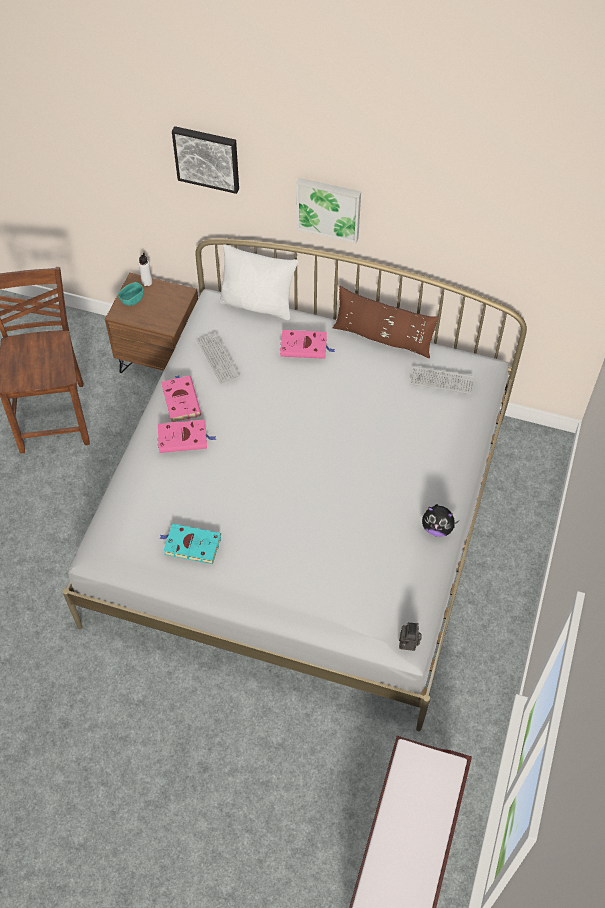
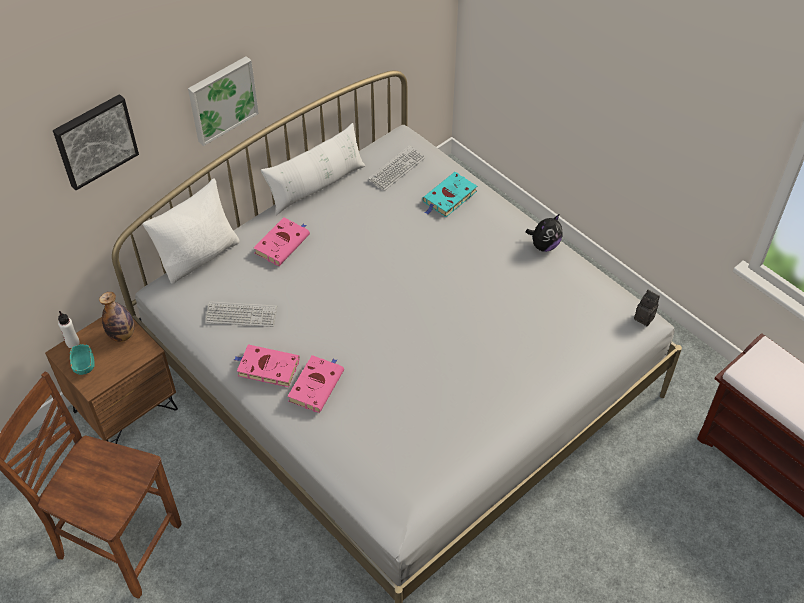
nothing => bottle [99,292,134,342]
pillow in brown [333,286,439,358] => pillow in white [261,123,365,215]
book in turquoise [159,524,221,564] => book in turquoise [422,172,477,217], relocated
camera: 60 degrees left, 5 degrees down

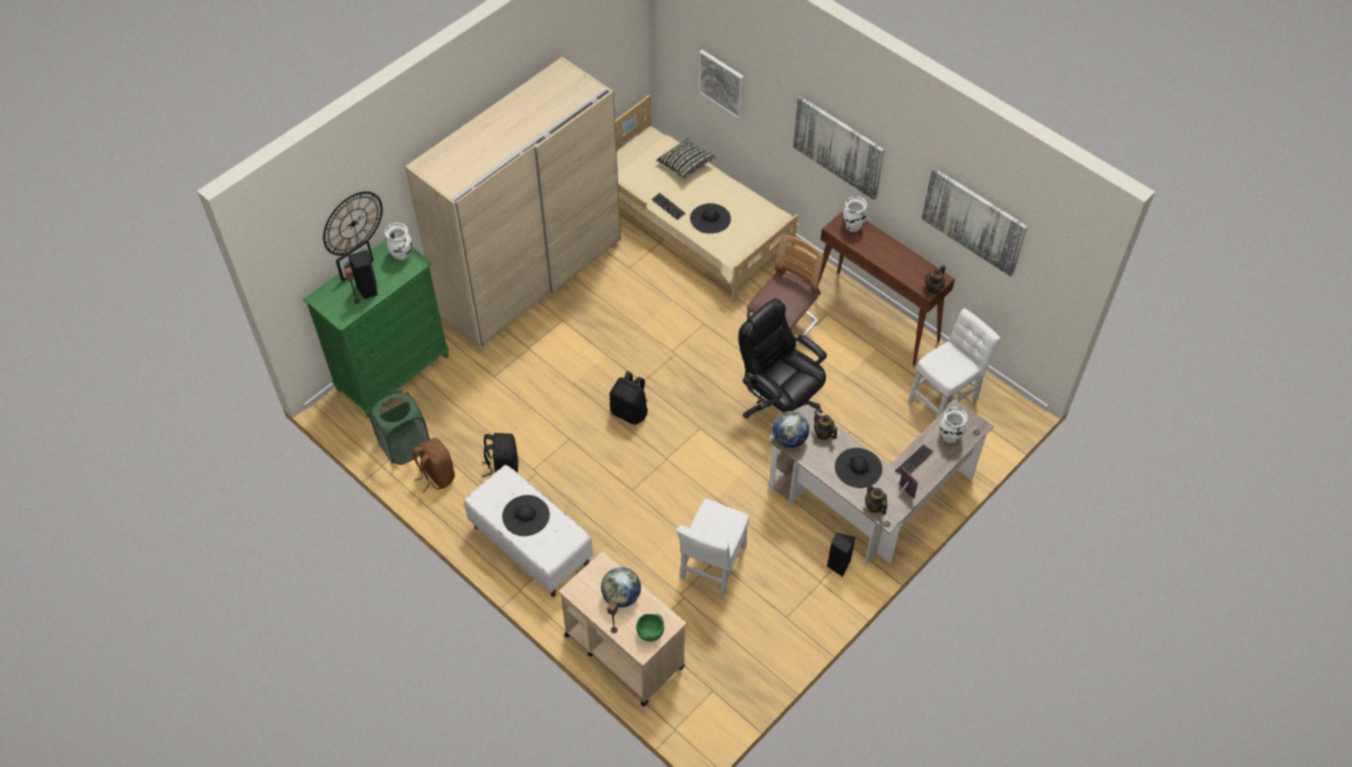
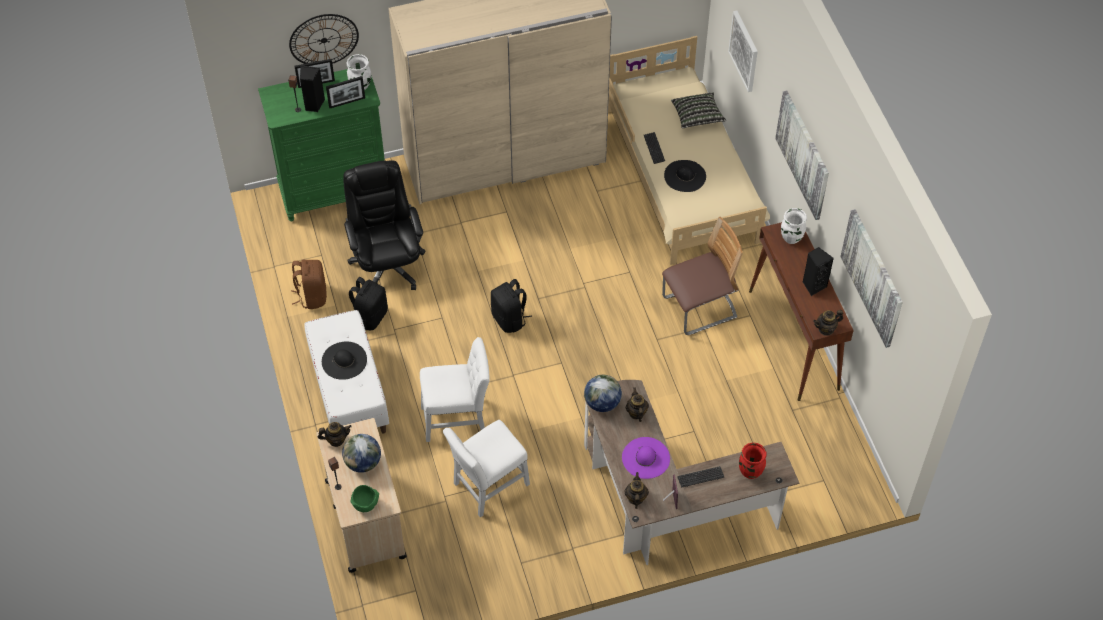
nothing => teapot [318,422,352,447]
nothing => picture frame [326,76,365,108]
office chair in black [739,298,827,418] => office chair in black [343,160,426,290], relocated
chair in white [908,308,1001,418] => chair in white [420,337,490,442], relocated
hat in black [835,448,882,488] => hat in purple [622,437,670,479]
vase in white [940,407,968,443] => vase in red [739,442,767,479]
speaker in black [827,533,855,577] => speaker in black [803,247,834,296], relocated
laundry basket in green [369,391,430,465] => nothing
camera: 30 degrees right, 0 degrees up

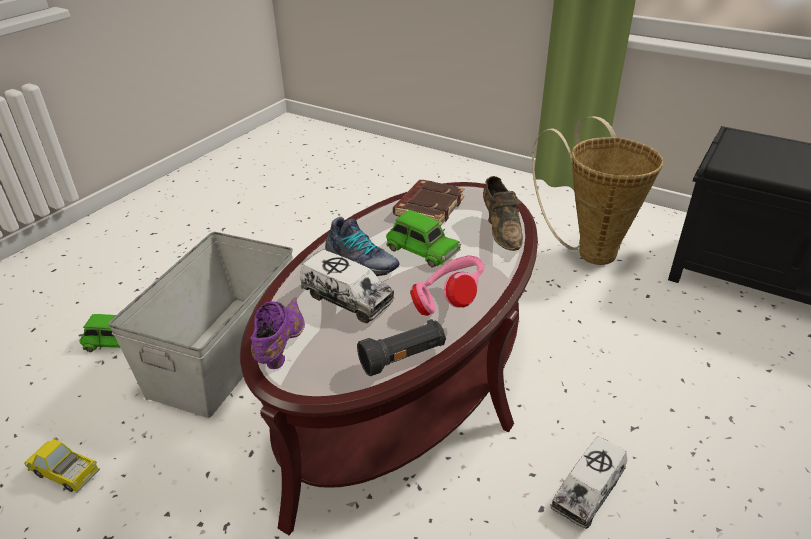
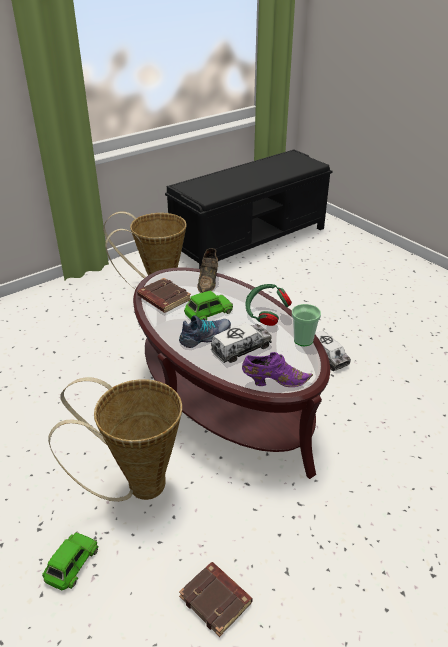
storage box in grey [108,232,293,418] => basket [48,377,182,502]
toy truck [24,437,100,493] => book in brown [179,562,253,637]
shoe in brown [483,176,523,251] => shoe in brown [197,248,218,293], 90 degrees clockwise
shoe in purple [250,297,305,369] => shoe in purple [242,352,313,387], 150 degrees clockwise
headphones in pink [410,255,485,316] => headphones in green [245,284,292,326]
flashlight in black [357,319,446,376] => cup [292,304,321,346]
camera: 70 degrees left, 0 degrees up

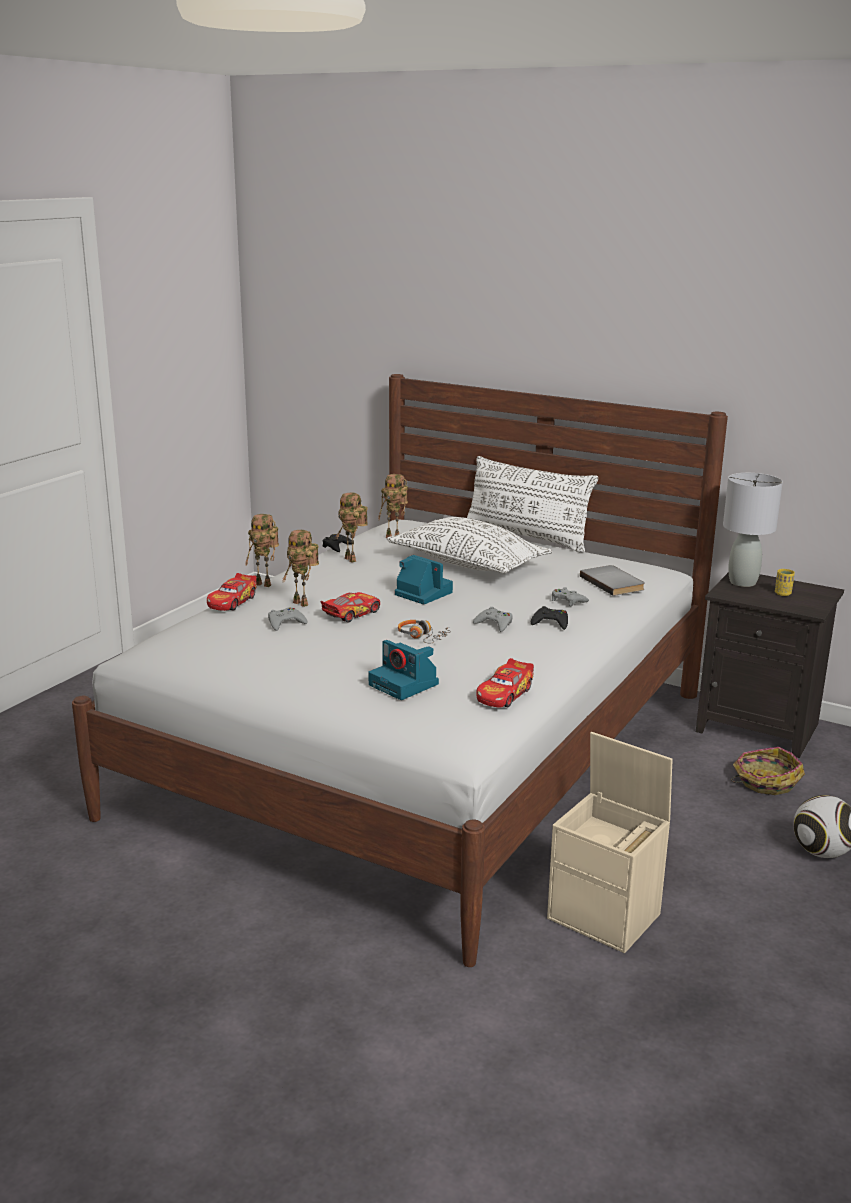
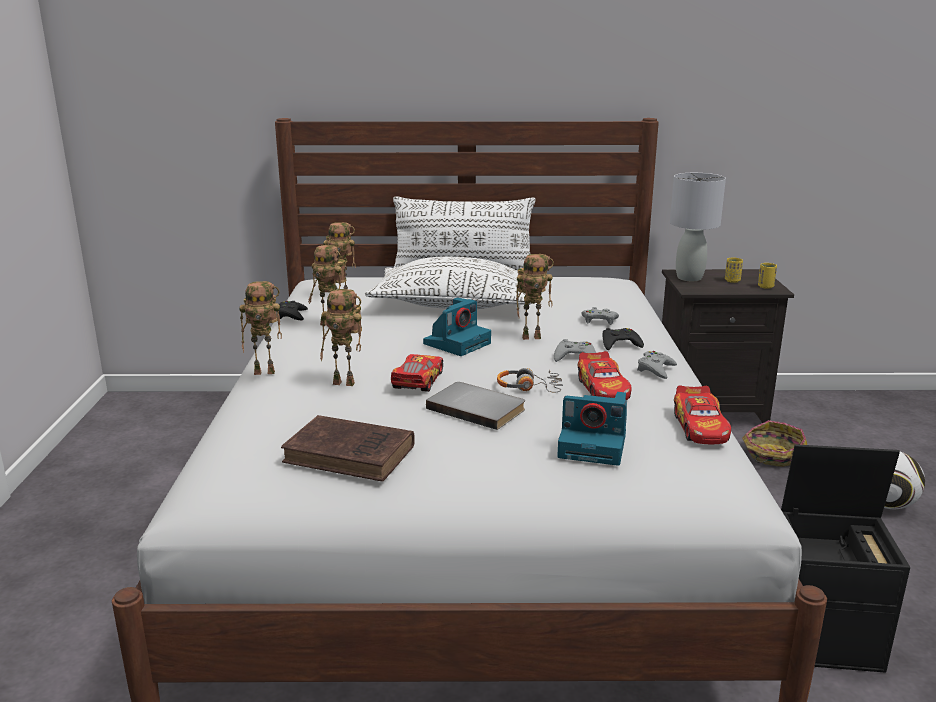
nothing => book in brown [281,415,415,482]
photo camera [395,555,453,604] => photo camera [423,298,491,356], 120 degrees clockwise
book in grey [580,565,645,596] => book in grey [426,382,525,430], relocated
nothing => toy robot [516,254,554,340]
toy car [207,573,257,611] => toy car [577,351,632,400], relocated
game controller in grey [268,607,307,631] => game controller in grey [637,351,677,379], relocated
nothing => cup in yellow [758,263,777,289]
storage box in beige [547,732,673,953] => storage box in black [781,444,910,673]
camera: 30 degrees left, 0 degrees up

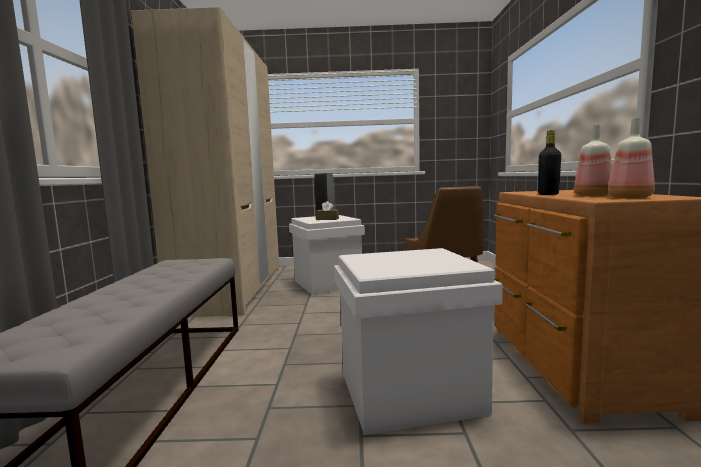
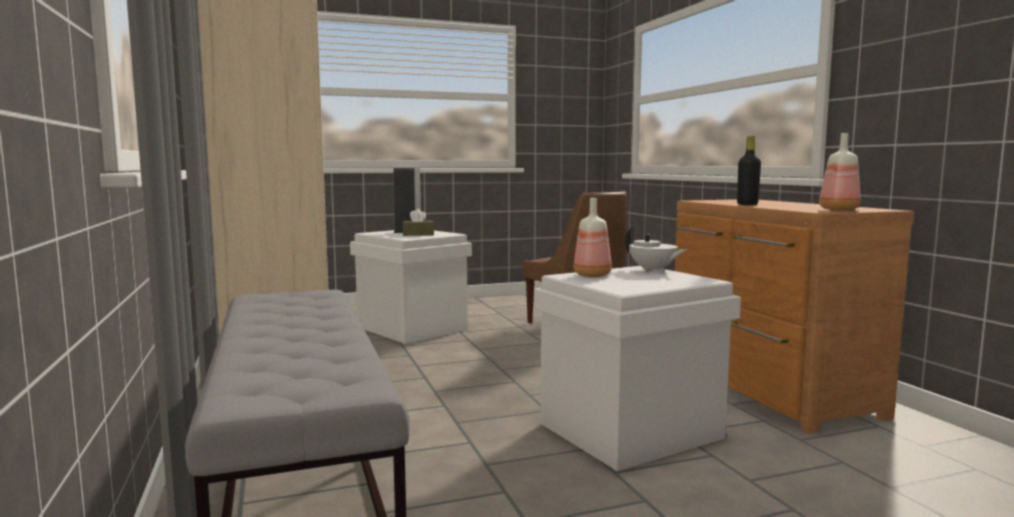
bottle [574,124,612,197] => bottle [574,198,612,277], relocated
nothing => teapot in white [625,227,687,272]
camera: 20 degrees left, 0 degrees up

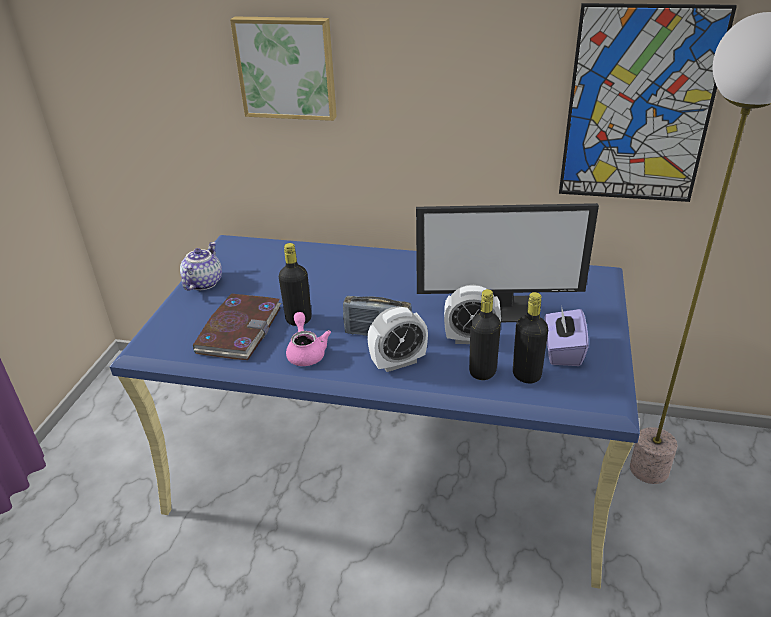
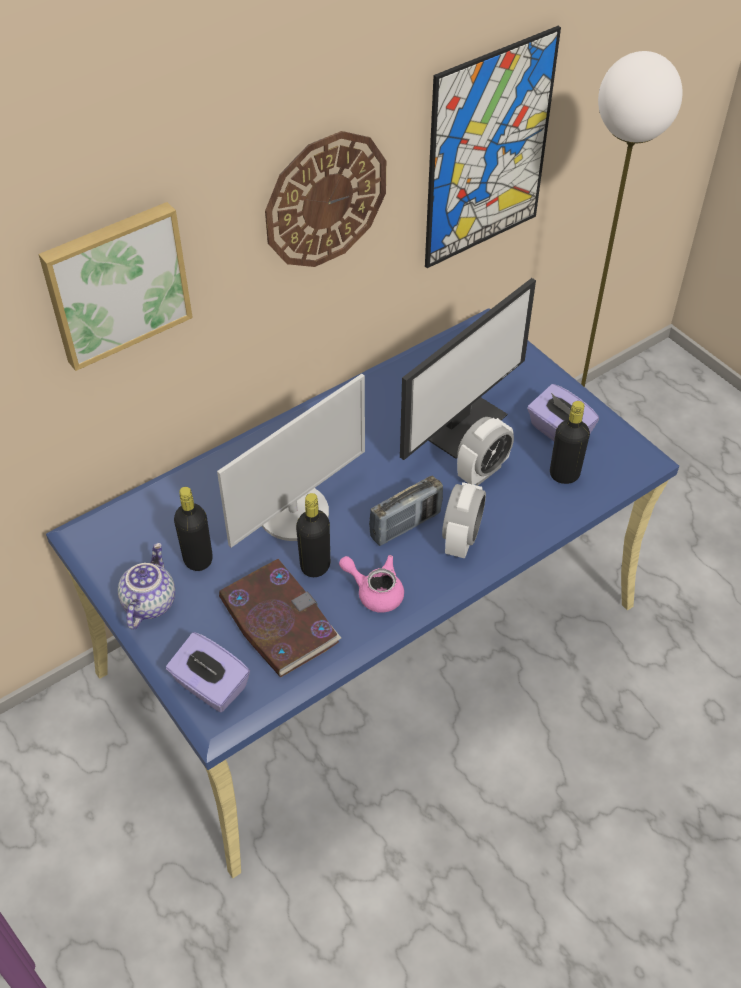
teapot [180,242,222,290] => teapot [118,543,175,629], 45 degrees clockwise
nothing => tissue box in purple [166,632,250,713]
bottle in black [469,289,501,380] => bottle in black [174,487,213,571], relocated
nothing => monitor [217,374,365,548]
nothing => wall clock [265,131,386,267]
camera: 50 degrees left, 15 degrees up

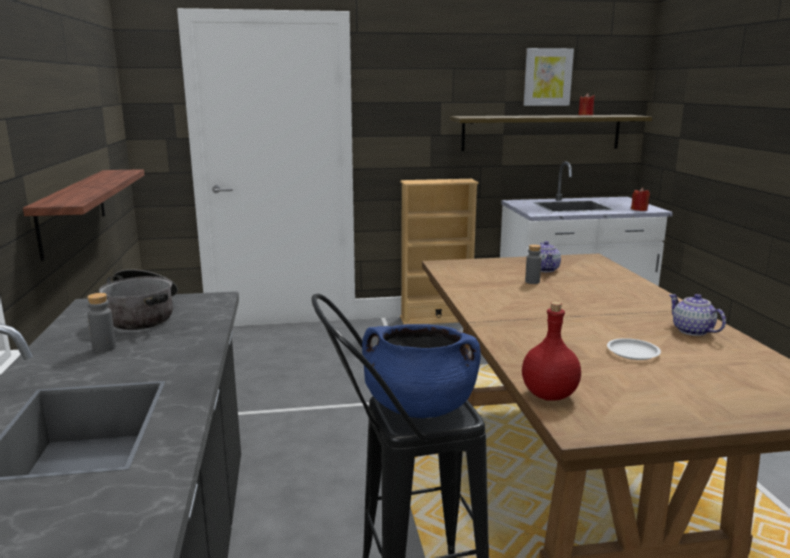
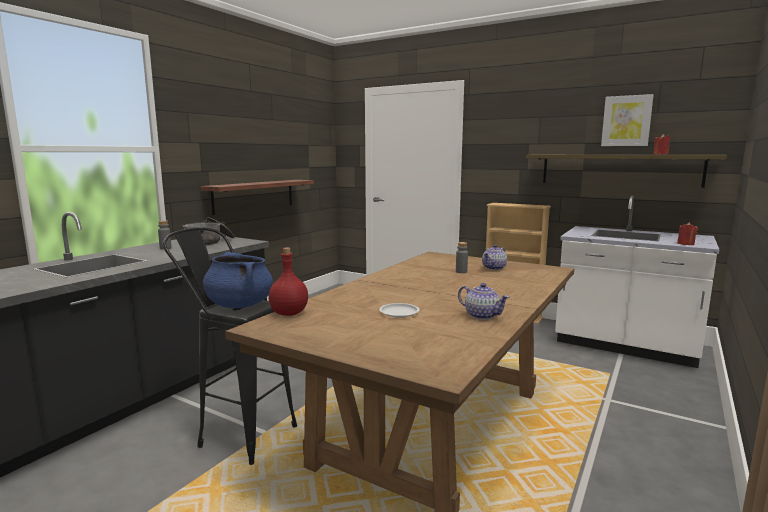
teapot [669,294,726,336] => teapot [458,283,510,320], 120 degrees clockwise
camera: 40 degrees right, 5 degrees down

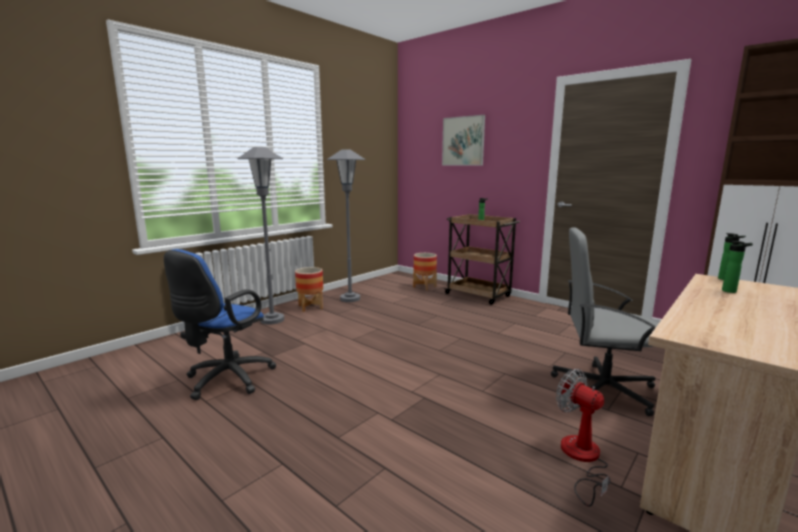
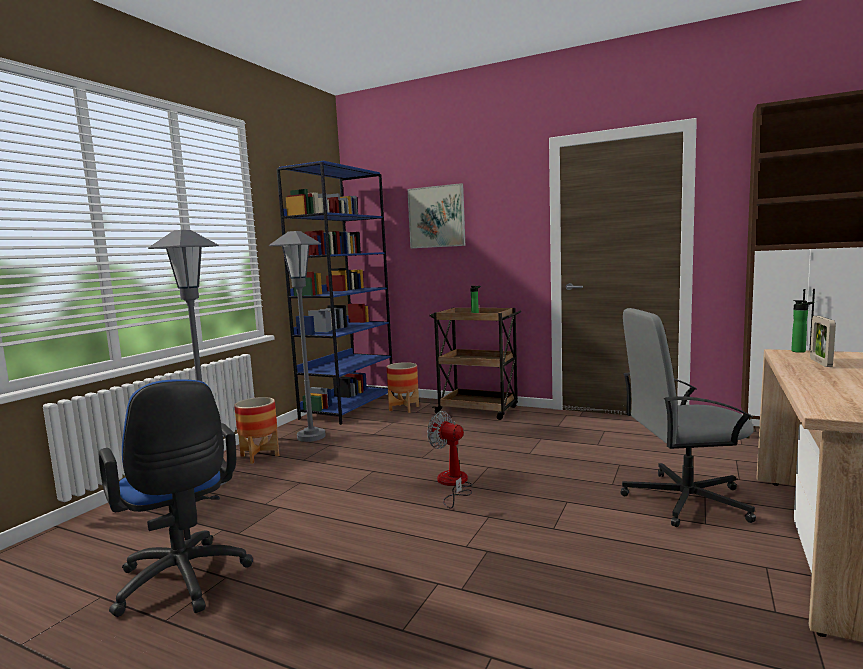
office chair in blue [164,249,277,400] => office chair in blue [99,379,253,617], 45 degrees counterclockwise
nothing => bookcase in blue [276,161,394,425]
fan [556,369,610,507] => fan [427,411,472,509], relocated
bottle [722,241,753,293] => picture frame [810,316,836,367]
camera: 15 degrees left, 5 degrees down

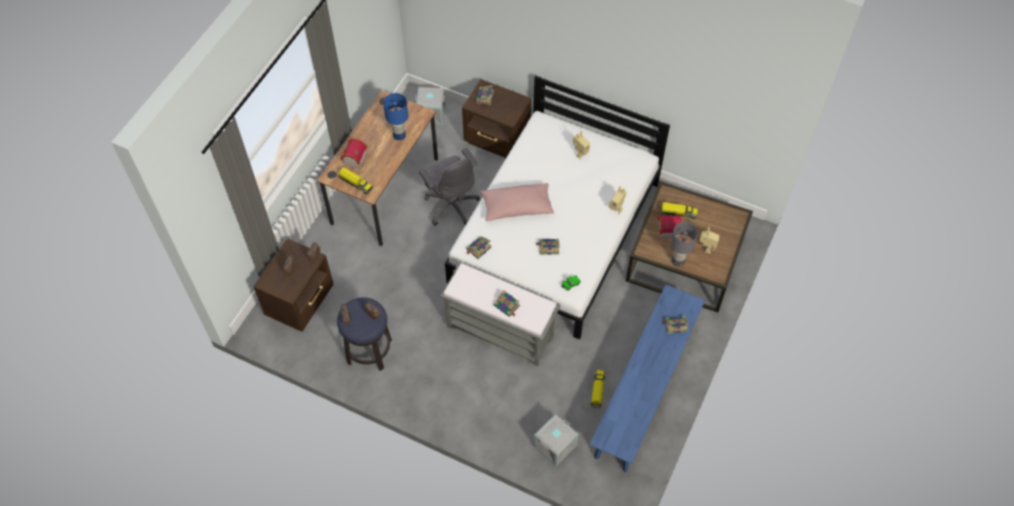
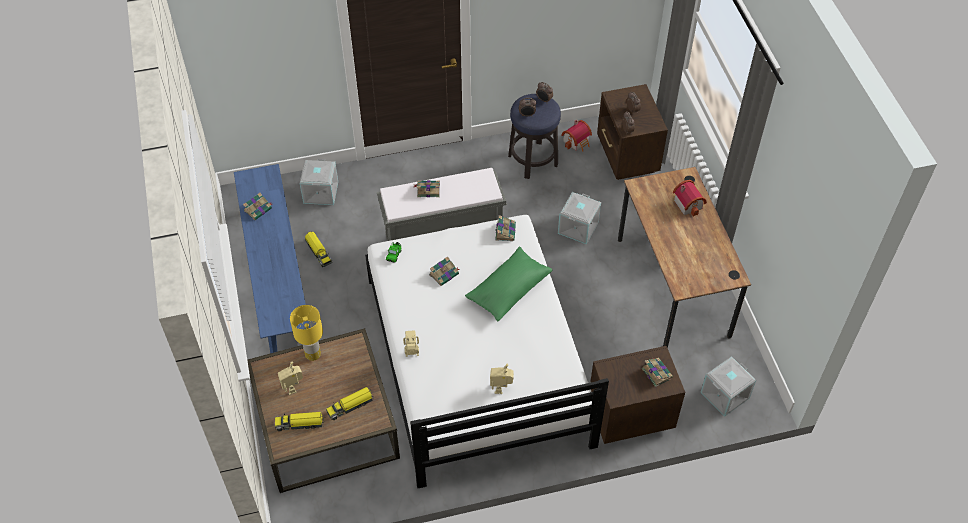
book [662,316,689,334] => book [243,193,272,220], relocated
toy truck [338,167,373,194] => toy truck [275,412,325,431], relocated
table lamp in grey [671,222,698,267] => table lamp in yellow [290,305,323,361]
pillow in pink [481,183,554,221] => pillow in green [465,247,553,321]
nothing => storage box in grey [558,192,601,244]
toy house [658,214,683,238] => toy house [561,120,592,152], relocated
table lamp in blue [383,93,408,140] => nothing
office chair in grey [419,148,480,226] => nothing
camera: 140 degrees right, 5 degrees down

